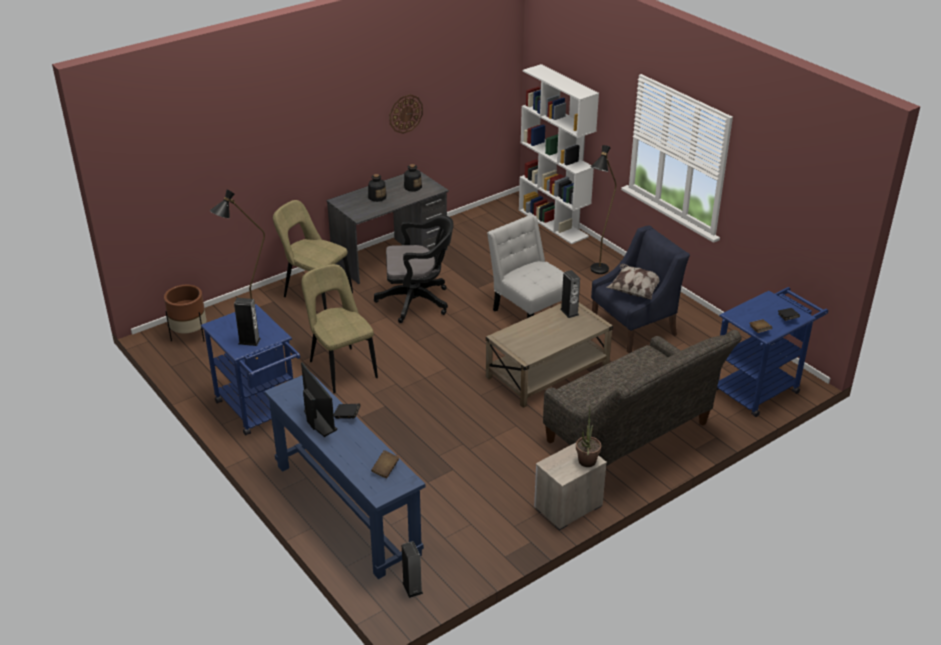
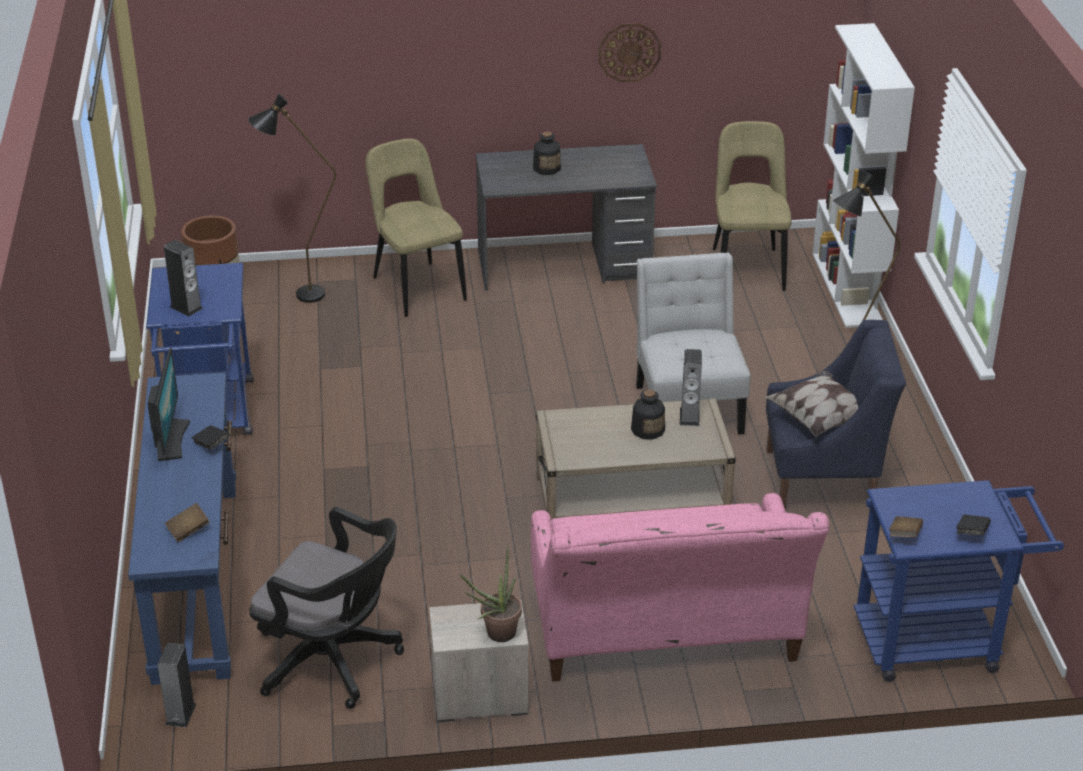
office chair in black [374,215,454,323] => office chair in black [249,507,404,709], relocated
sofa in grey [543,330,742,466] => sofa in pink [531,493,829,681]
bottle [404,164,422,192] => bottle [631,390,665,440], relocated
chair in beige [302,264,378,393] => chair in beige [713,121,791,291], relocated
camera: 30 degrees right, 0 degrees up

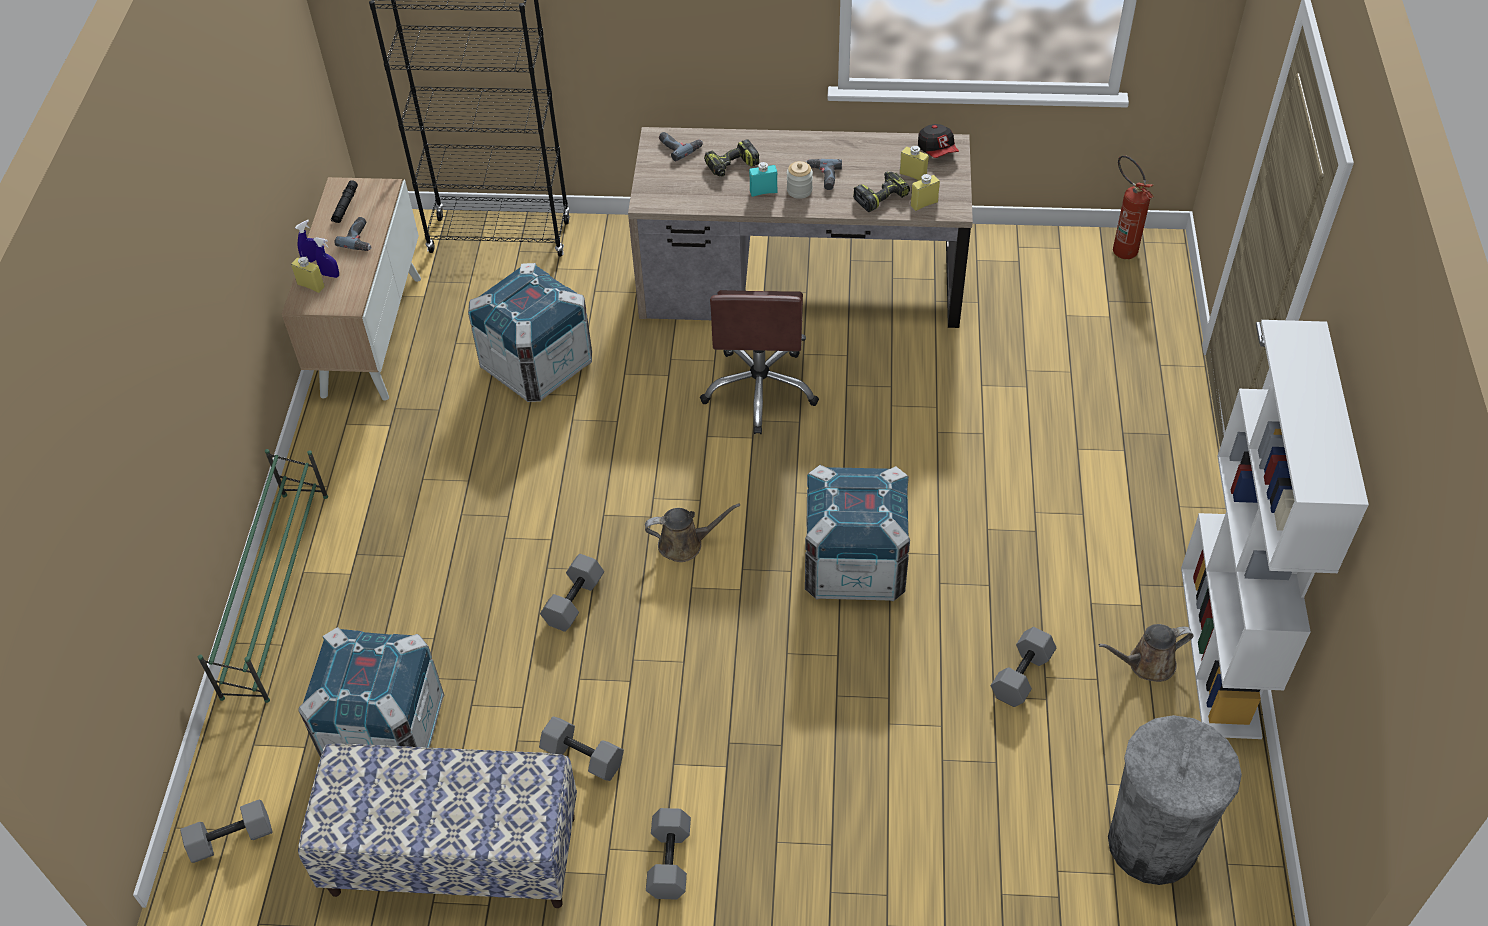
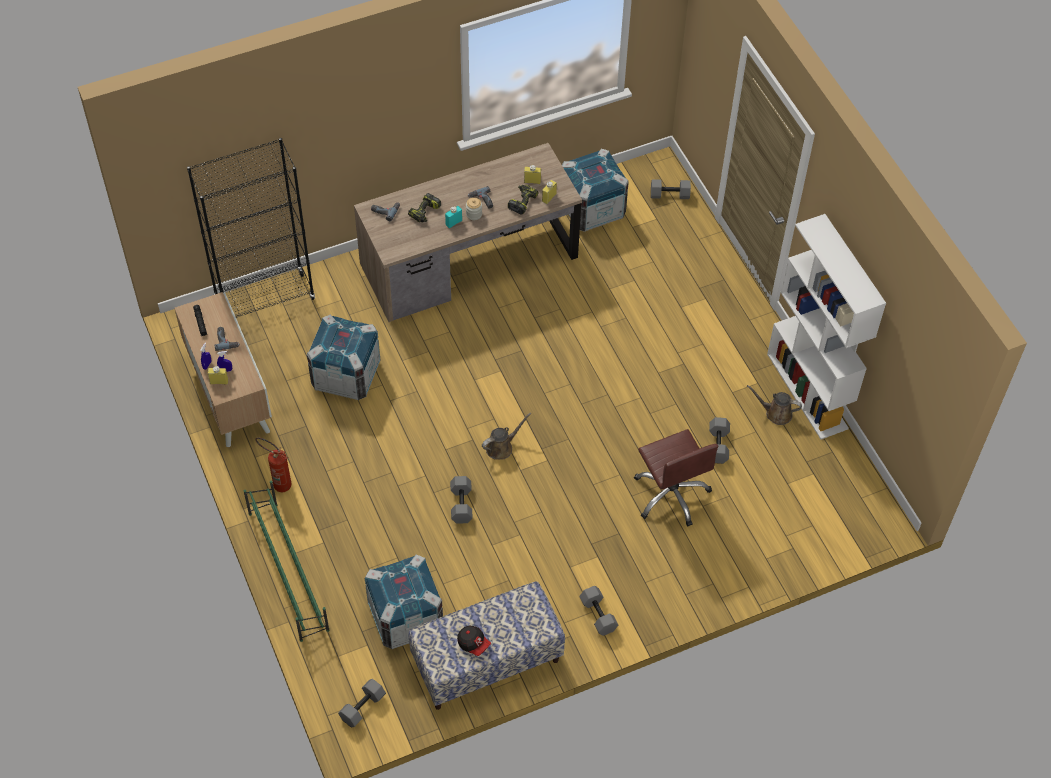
fire extinguisher [1113,155,1154,259] => fire extinguisher [255,437,291,492], relocated
cap [918,124,959,158] => cap [457,626,491,656], relocated
crate [805,465,910,601] => crate [562,149,629,232], relocated
office chair in brown [700,290,819,434] => office chair in brown [634,429,719,526], relocated
dumbbell in grey [539,716,624,781] => dumbbell in grey [651,179,691,199], relocated
watering can in brown [1098,624,1193,682] => watering can in brown [747,385,802,425], 60 degrees clockwise
trash can in grey [1108,715,1242,885] => nothing
camera: 30 degrees left, 5 degrees up

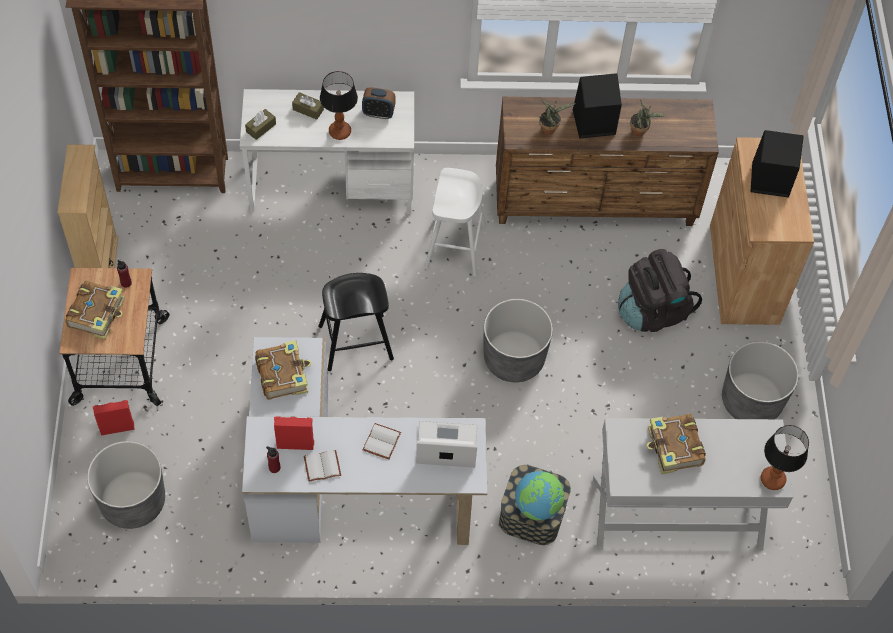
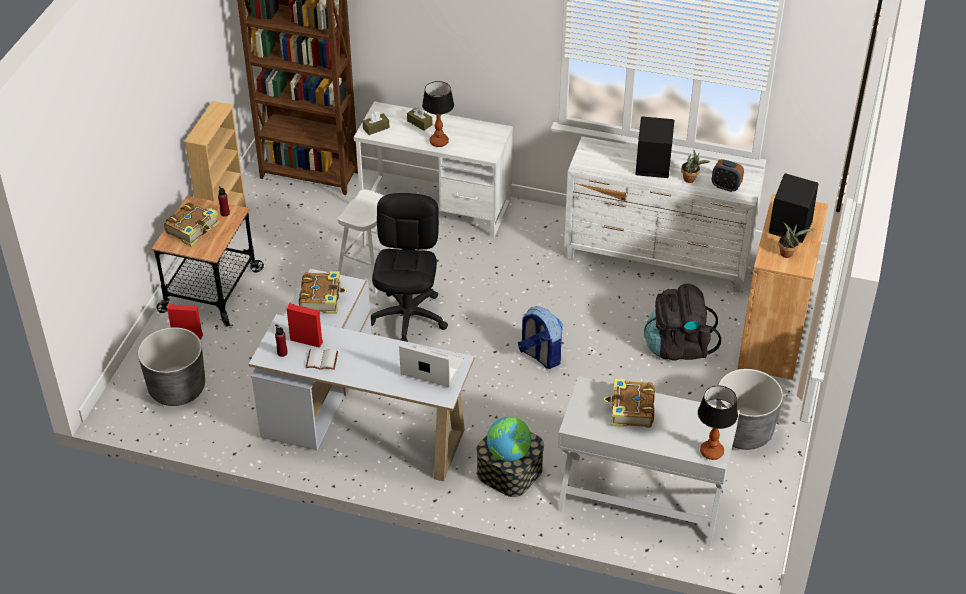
stool in white [424,168,486,276] => stool in white [337,189,397,294], relocated
stool in black [319,273,394,371] => office chair in black [371,193,448,342]
planter in grey [484,299,553,382] => backpack [518,306,563,369]
dresser in brown [496,97,719,226] => dresser in white [564,136,765,292]
alarm clock [362,87,396,119] => alarm clock [712,159,744,192], relocated
potted plant [539,100,576,135] => potted plant [778,223,815,258], relocated
book in white [363,423,401,459] => nothing
camera: 20 degrees right, 15 degrees down

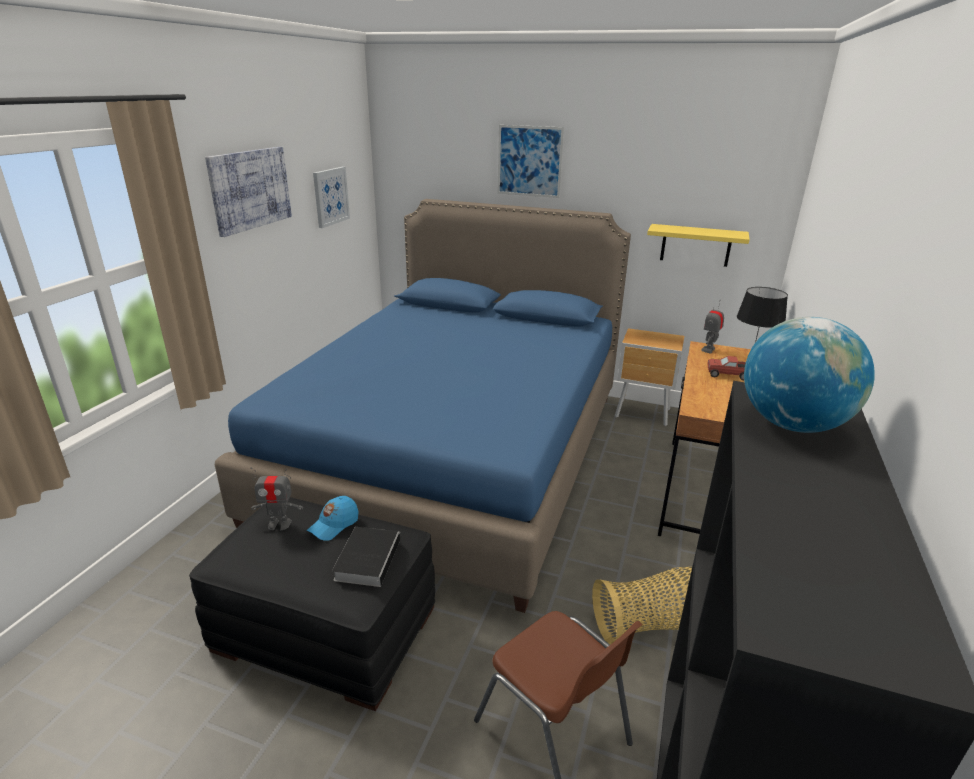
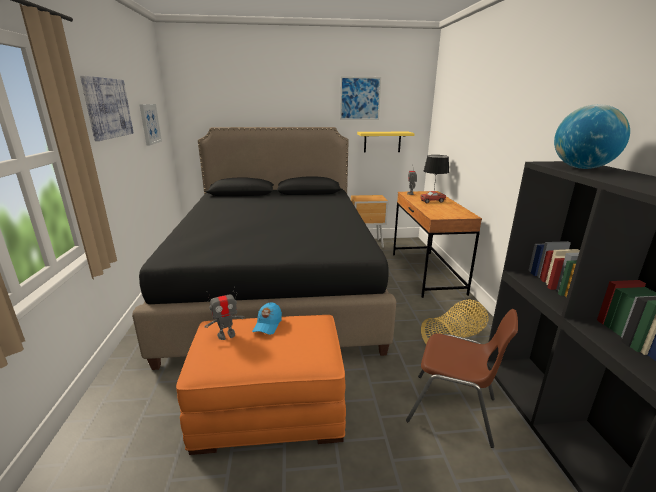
bed in blue [215,199,631,613] => bed in black [132,127,396,370]
ottoman in black [189,497,435,711] => ottoman in orange [176,315,346,455]
picture [497,125,564,198] => picture [340,76,381,120], relocated
book [332,527,400,587] => nothing
camera: 25 degrees left, 5 degrees down

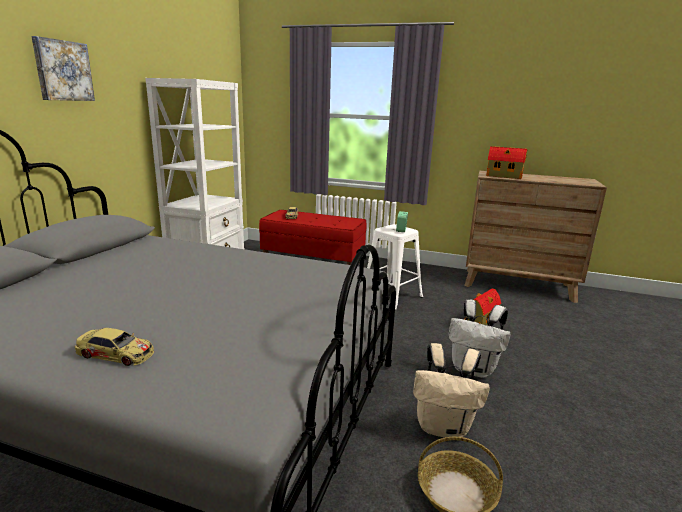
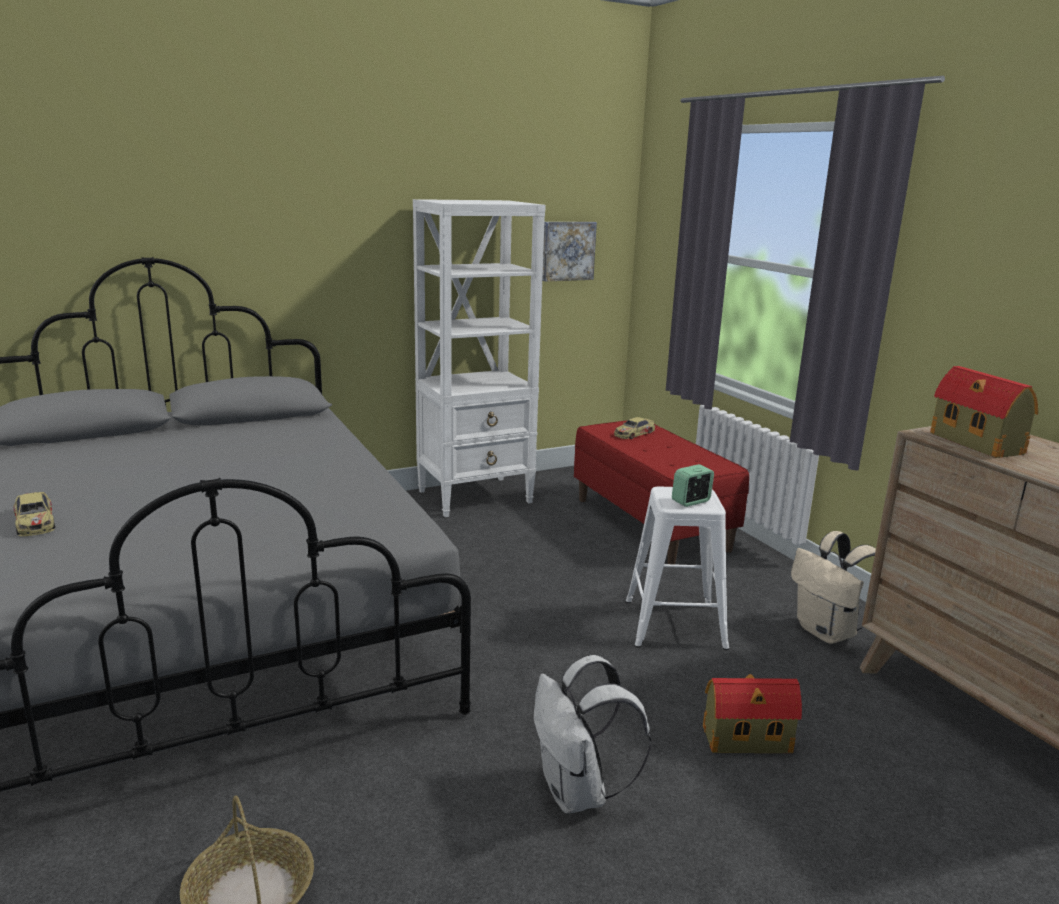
picture [31,36,95,101] => picture [542,222,597,282], relocated
backpack in beige [413,343,490,438] => backpack in beige [791,531,876,644], relocated
camera: 45 degrees right, 0 degrees up

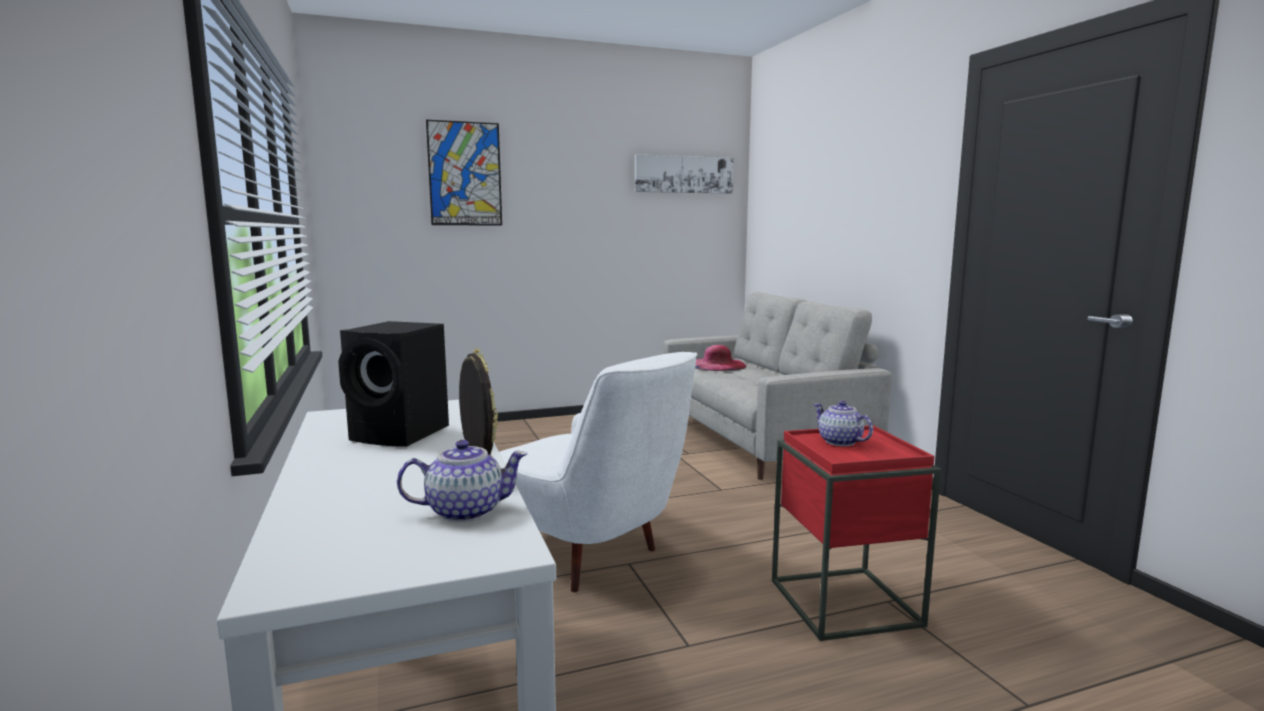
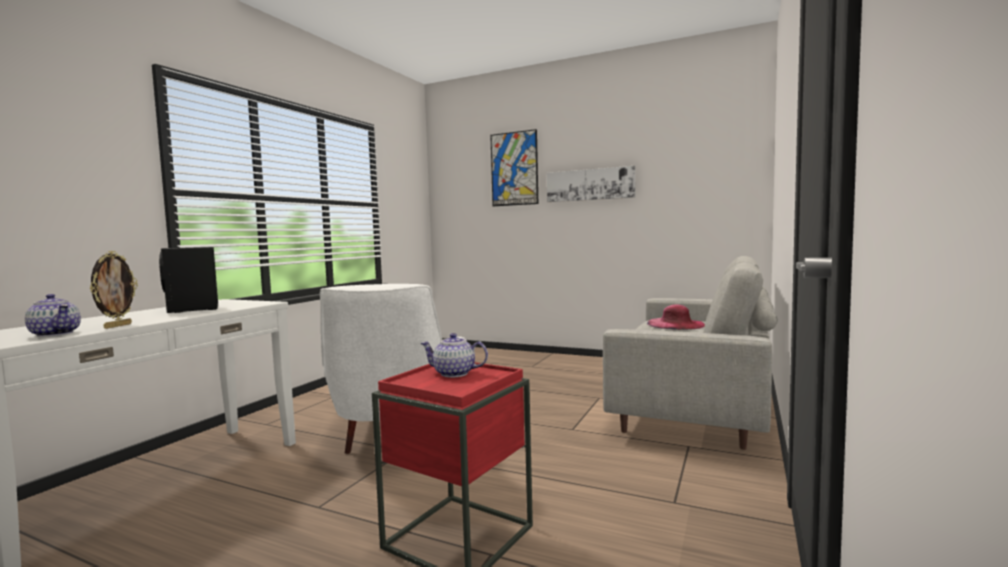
teapot [814,401,873,446] => teapot [420,333,488,377], 90 degrees counterclockwise
picture [635,154,734,194] => picture [547,166,636,202], relocated
camera: 45 degrees right, 5 degrees down

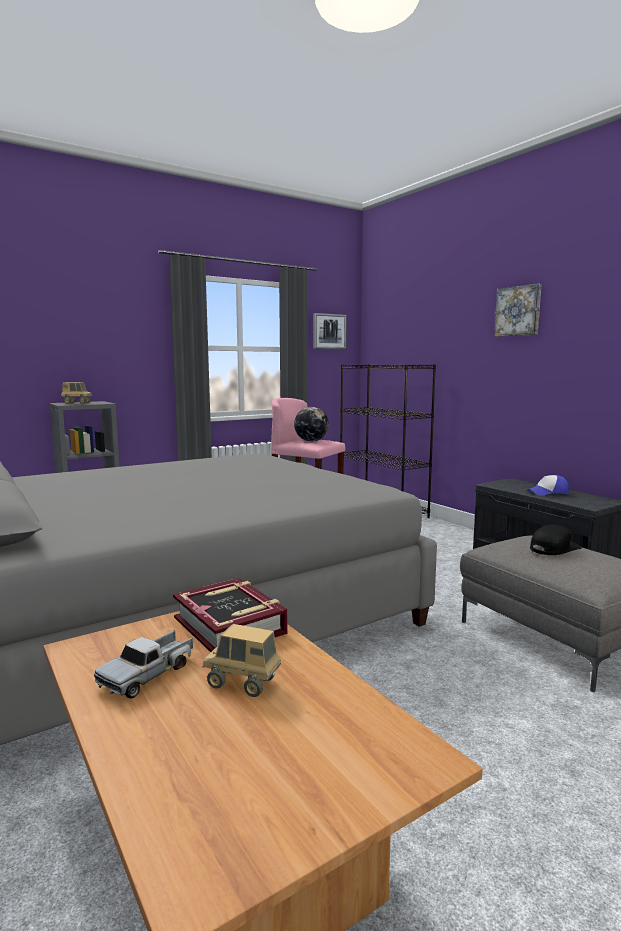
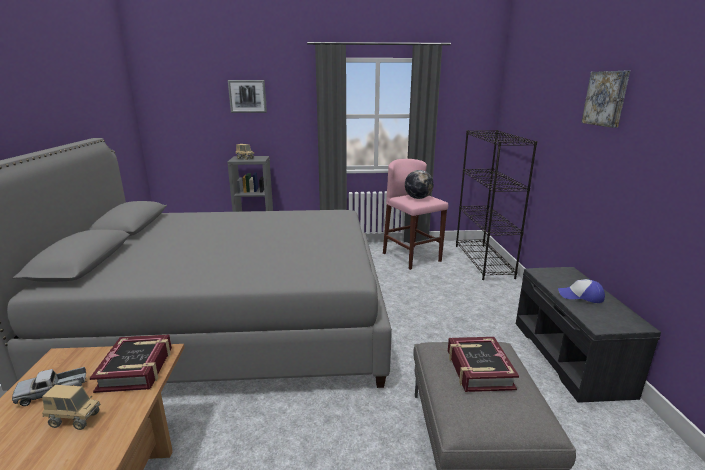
toy truck [203,624,281,697] => toy truck [42,385,100,430], 135 degrees clockwise
picture [313,313,347,349] => picture [228,80,267,113], relocated
cap in black [530,525,582,555] => book [448,337,519,392]
camera: 30 degrees right, 10 degrees up

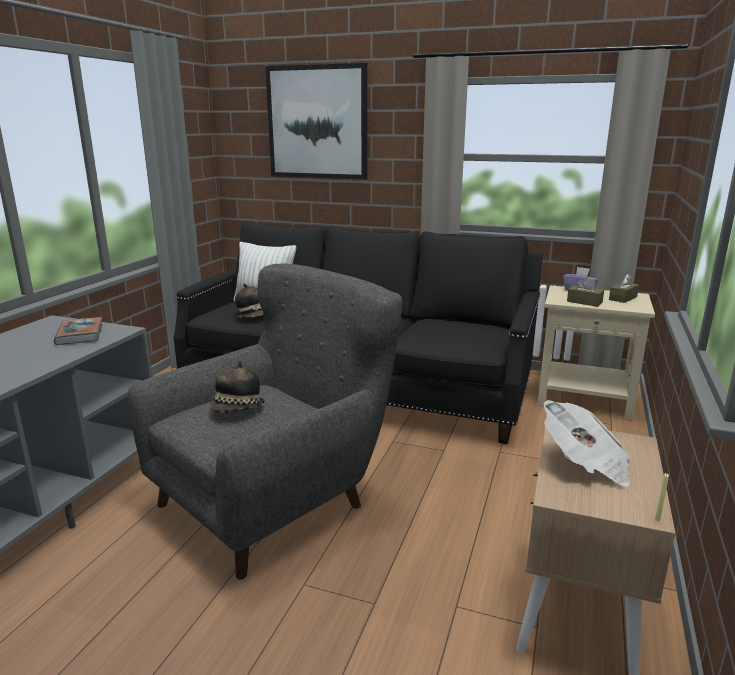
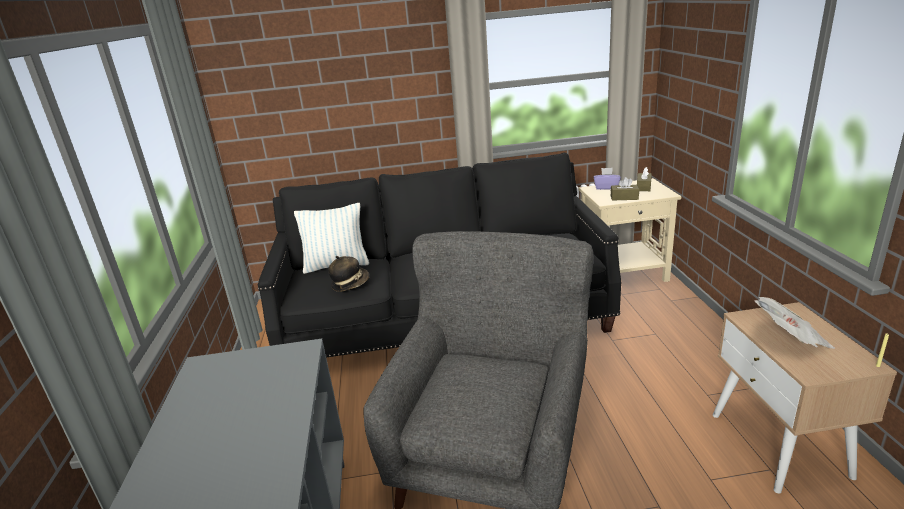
book [54,317,102,345] => nothing
hat [209,361,265,413] => nothing
picture [265,63,367,179] => nothing
camera: 25 degrees left, 5 degrees up

